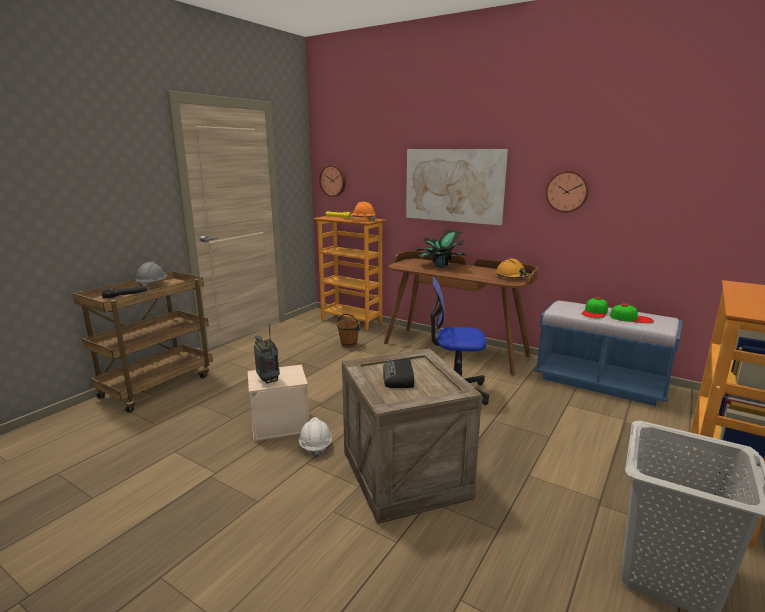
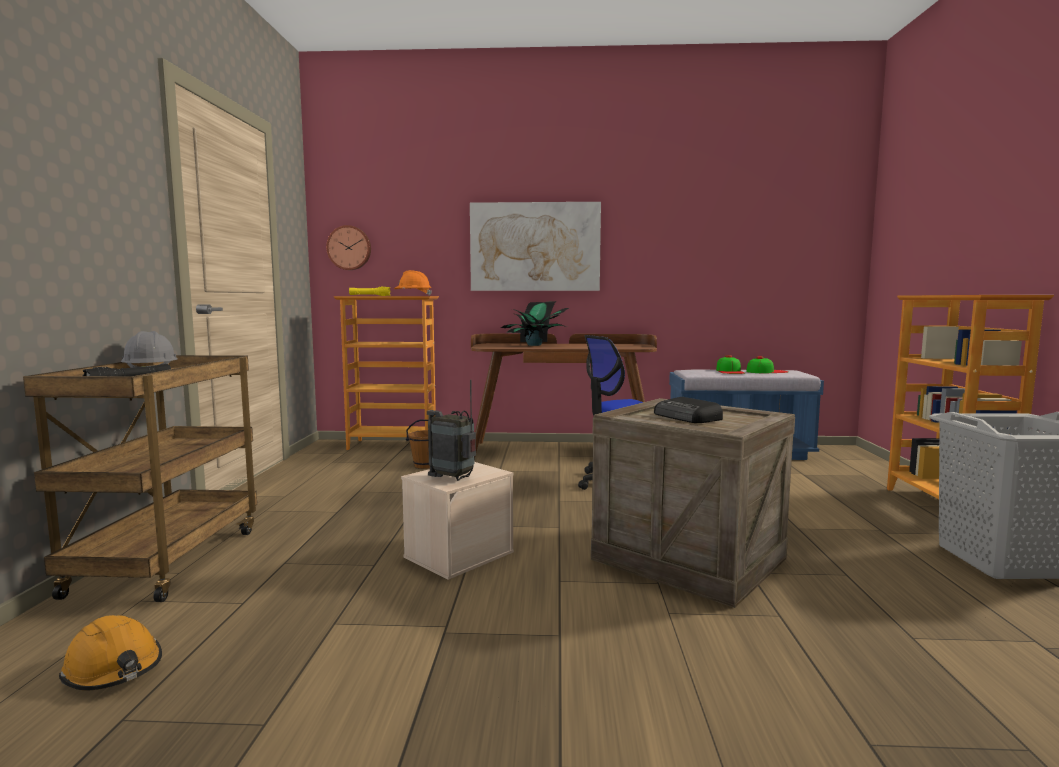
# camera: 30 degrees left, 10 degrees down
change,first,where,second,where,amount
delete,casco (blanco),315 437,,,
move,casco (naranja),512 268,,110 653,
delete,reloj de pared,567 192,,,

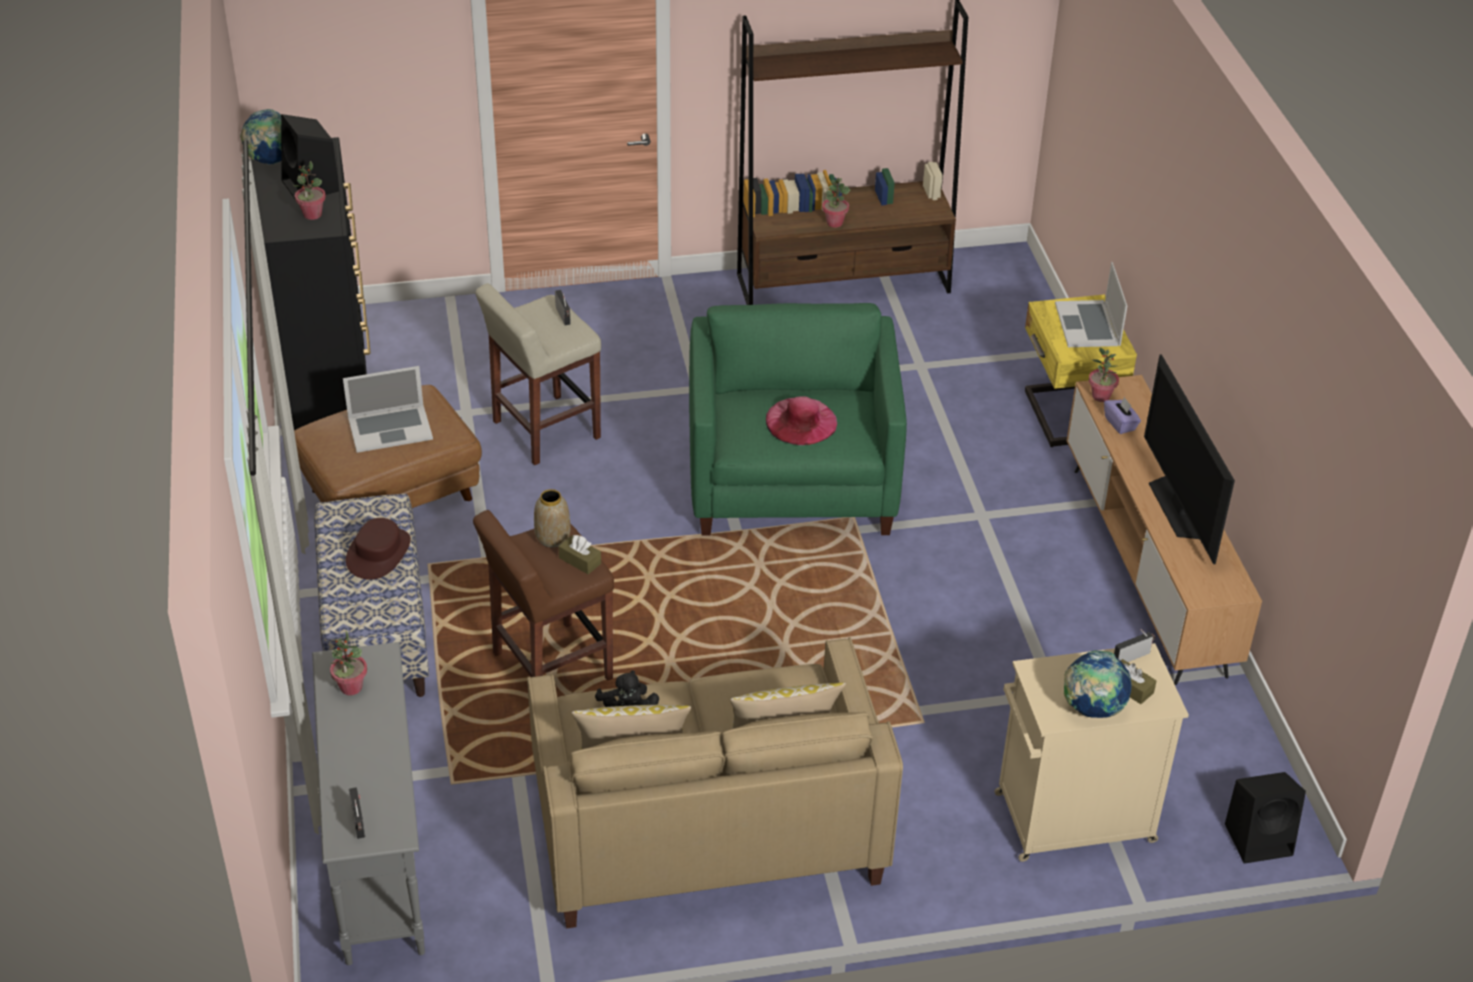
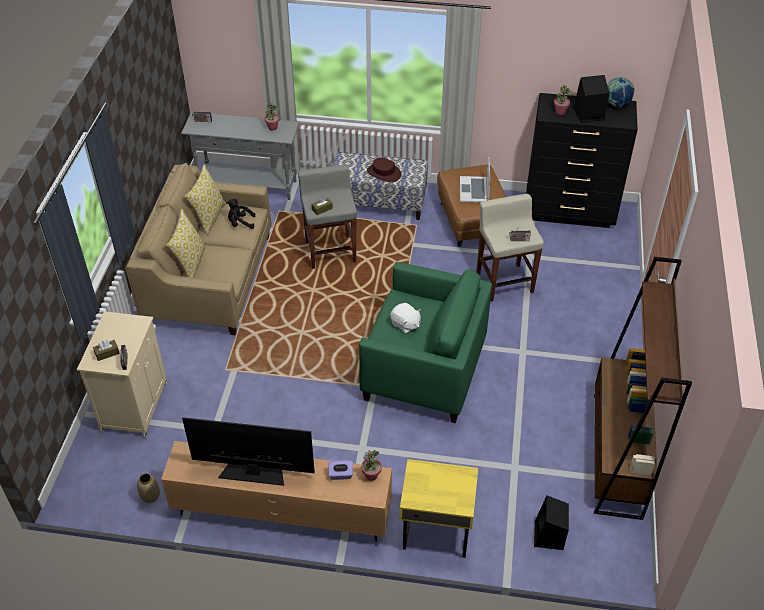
# camera: 110 degrees right, 5 degrees up
change,first,where,second,where,amount
recolor,taburete (marrón),543 595,taburete (gris),327 217,
move,florero,552 518,,148 488,
replace,sombrero (rosa),801 420,peluche (blanco),405 318,
delete,planta en maceta,836 203,,,
delete,portátil,1091 304,,,
delete,globo terráqueo,1097 684,,,
move,altavoz (negro),1265 818,,551 523,

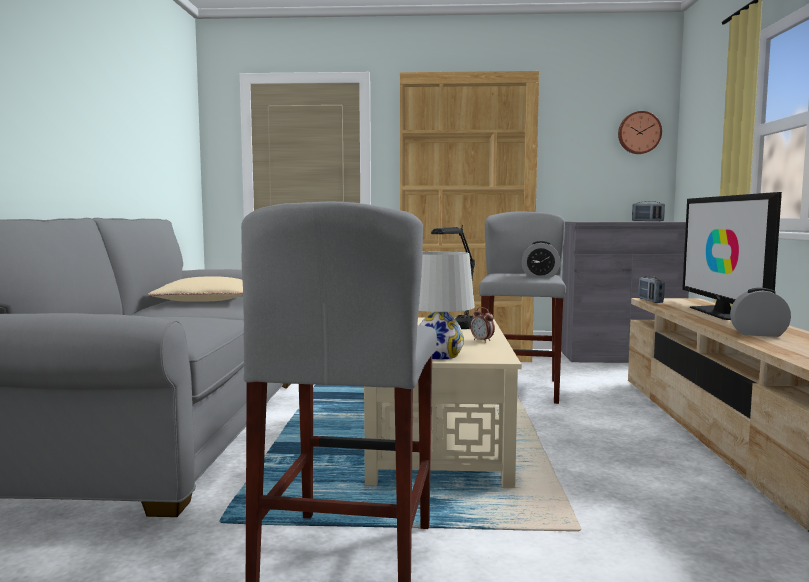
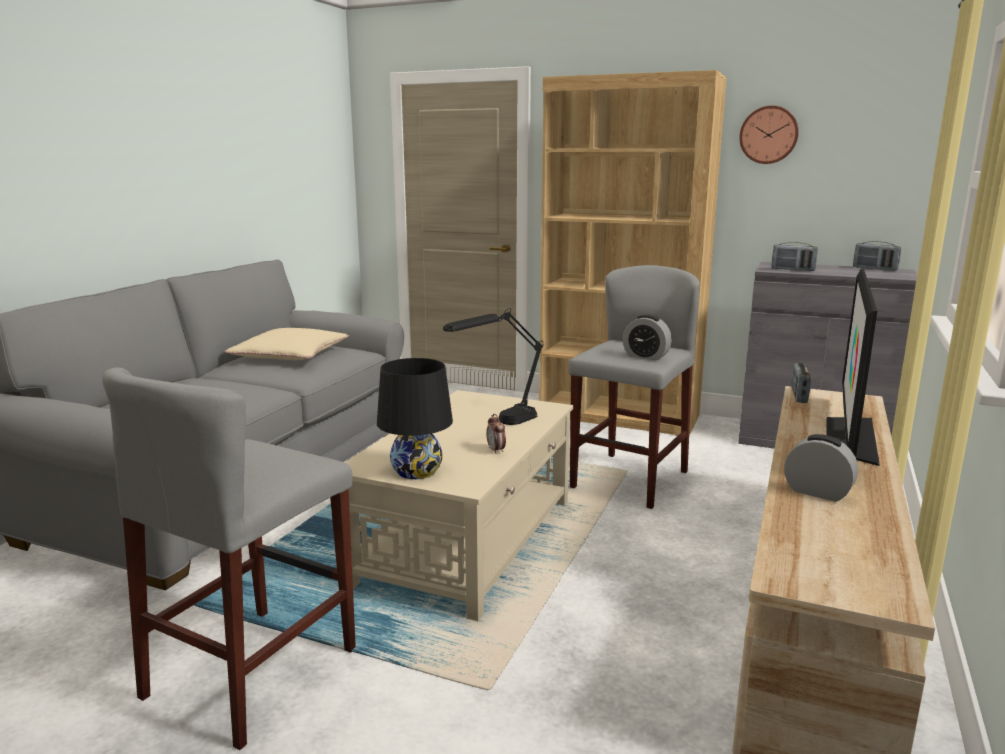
# camera: 20 degrees right, 10 degrees up
change,first,where,second,where,amount
recolor,lámpara de mesa (blanco),447 305,lámpara de mesa (negro),415 418,
move,reloj de pared,640 132,,769 135,
insert,,,radio,794 256,

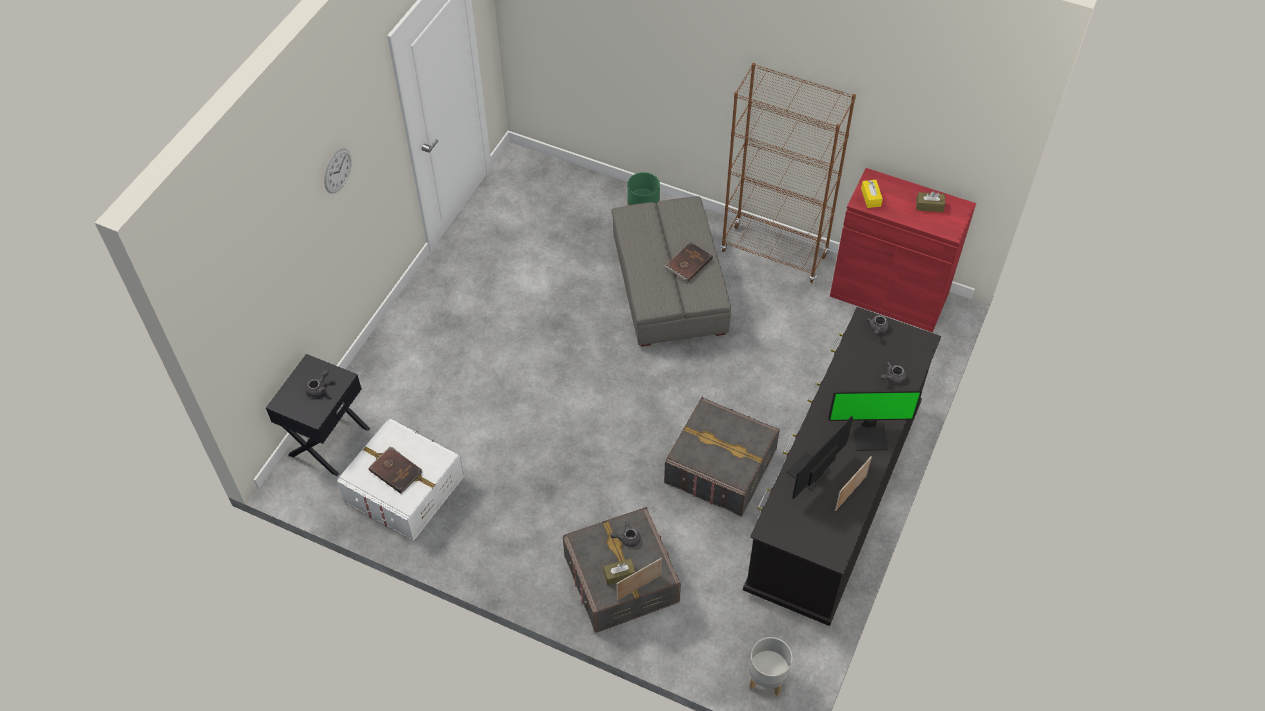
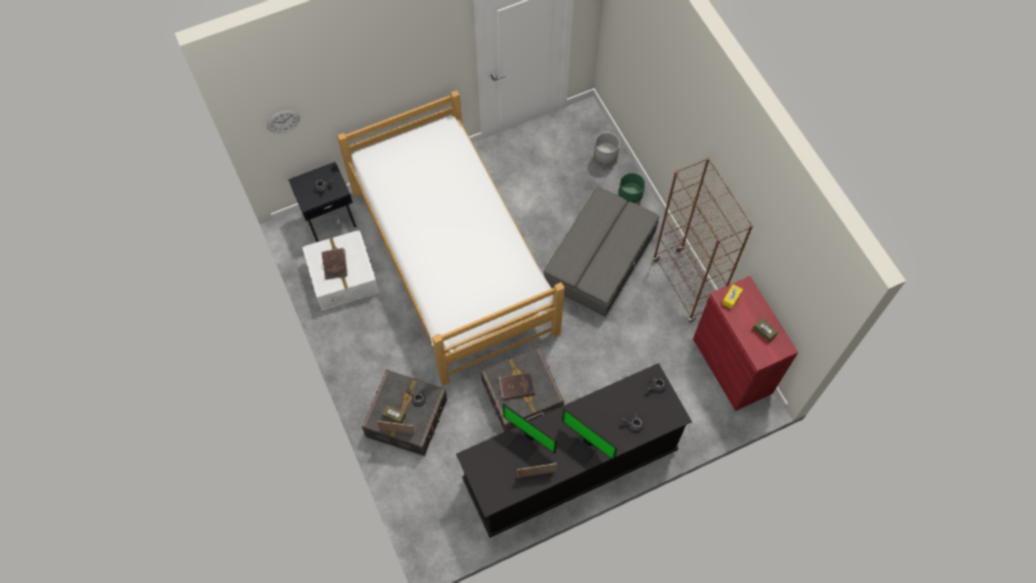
# camera: 40 degrees right, 10 degrees up
change,first,where,second,where,amount
move,reloj de pared,338 171,,283 121,
move,libro (marrón),688 262,,517 386,
move,maceta (gris),771 666,,606 151,
rotate,monitor,820 457,,530 432,135 degrees counterclockwise
insert,,,cama,451 238,

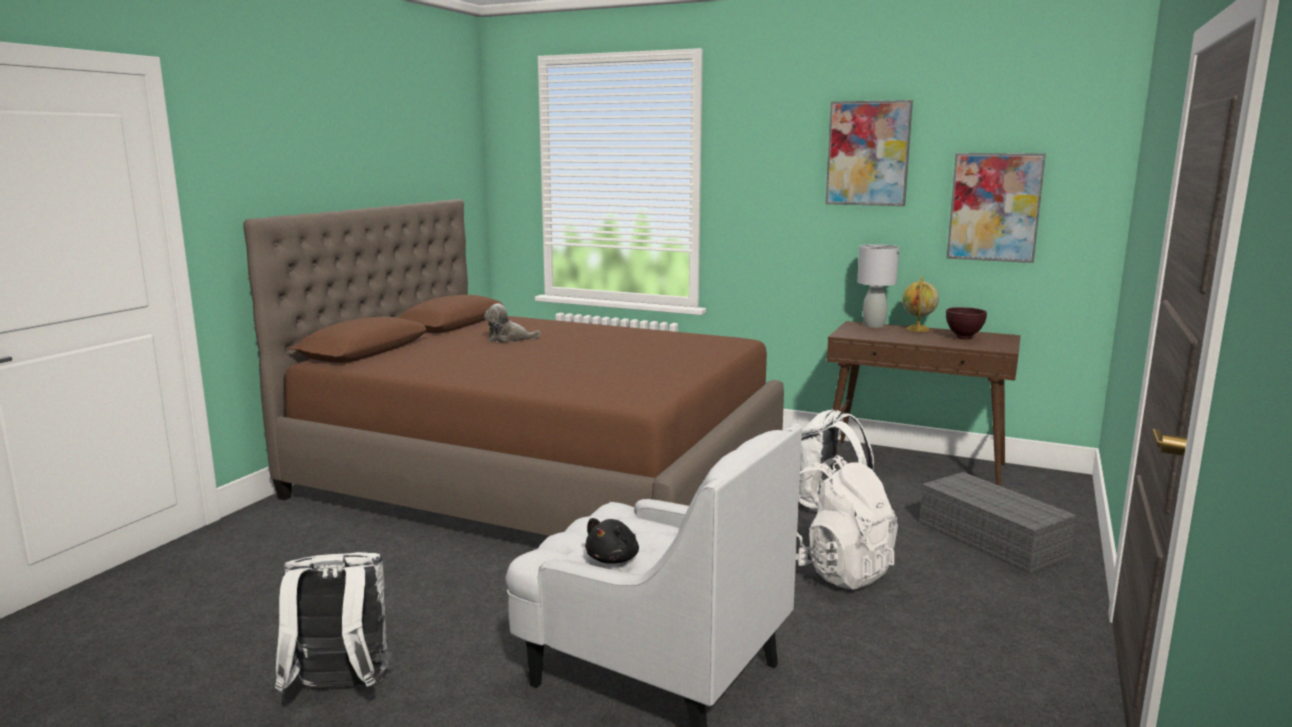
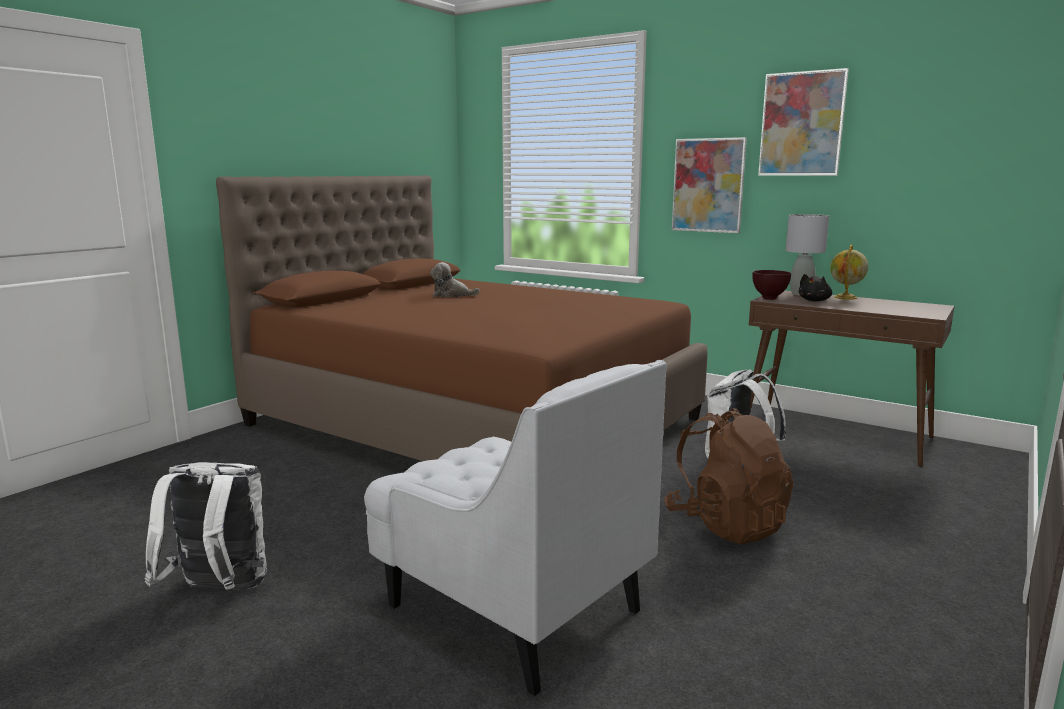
# camera: 10 degrees right, 0 degrees up
change,first,where,second,where,amount
move,peluche (negro),612 541,,815 287,
recolor,mochila (blanco),847 522,mochila (marrón),729 476,
delete,caja de almacenaje (gris),998 522,,,
move,cuenco (marrón),966 323,,771 285,
move,cuadro,996 208,,709 185,

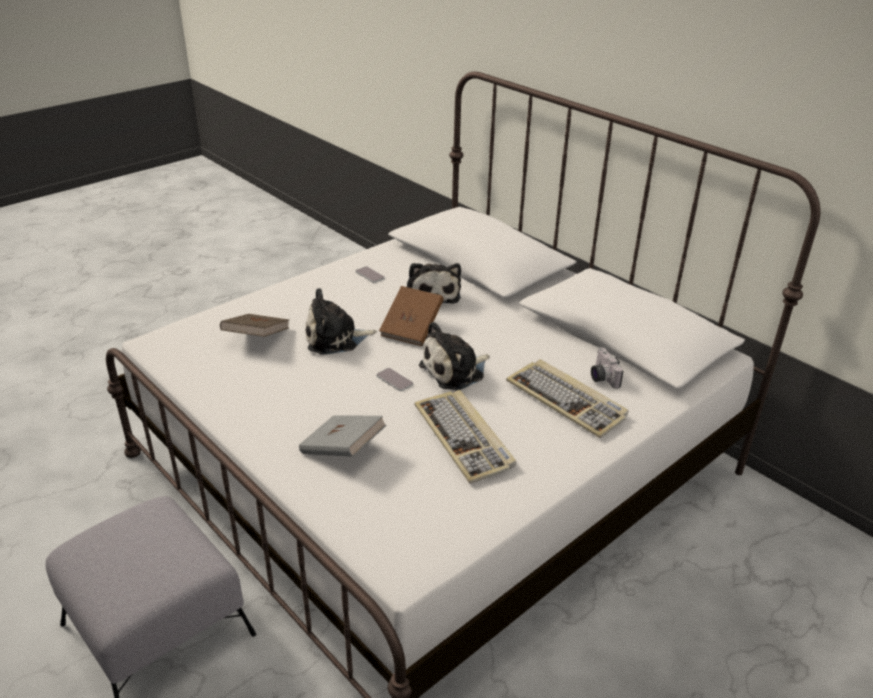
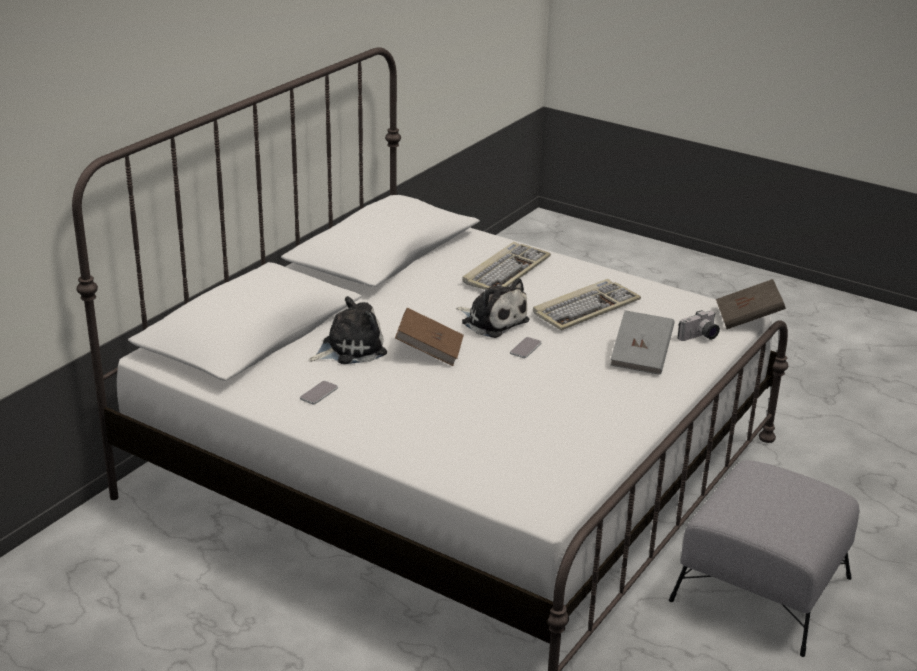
# camera: 105 degrees left, 5 degrees down
change,first,where,second,where,amount
move,libro (marrón),254 325,,751 304,
delete,peluche,341 321,,,
move,cámara,607 368,,699 325,

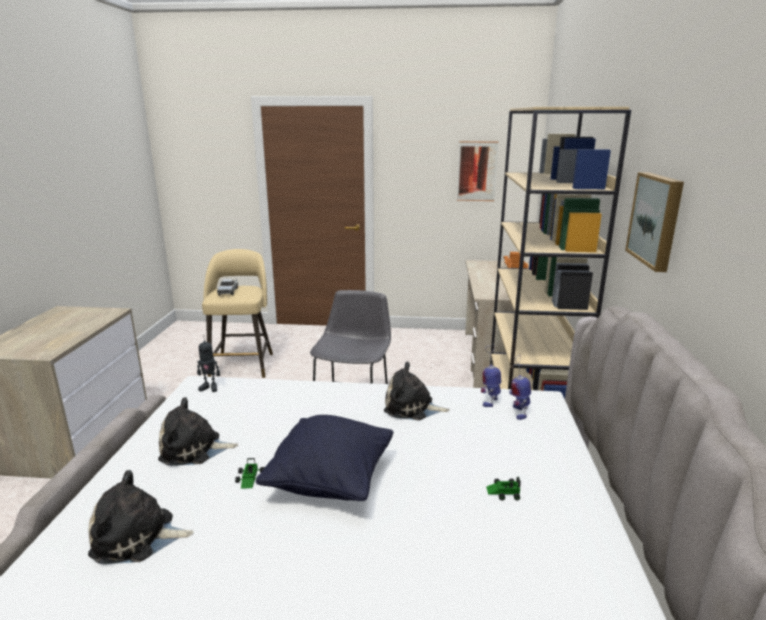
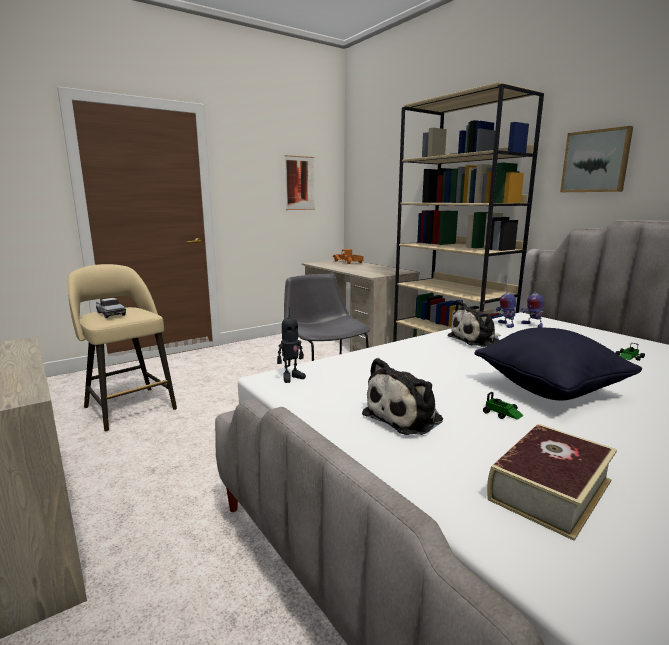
# camera: 40 degrees left, 5 degrees down
change,first,where,second,where,amount
replace,peluche,141 517,libro,552 482,

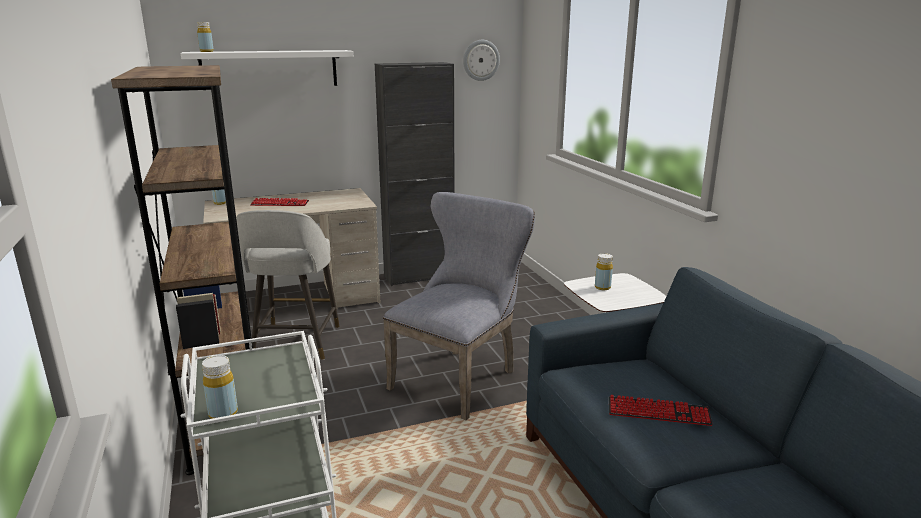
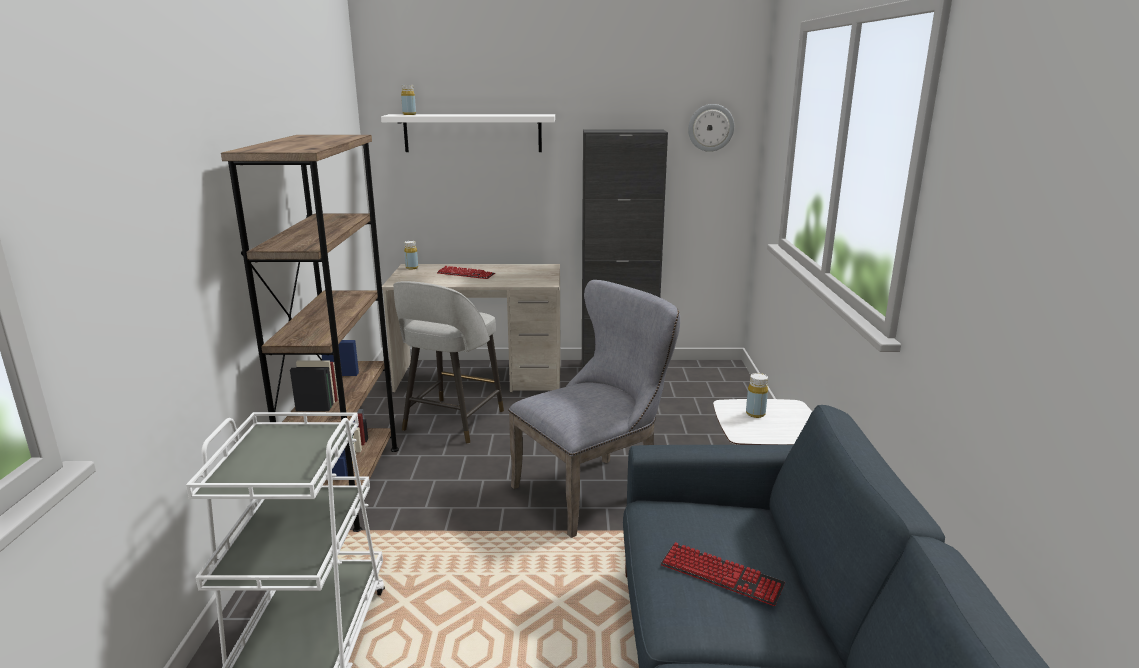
# camera: 20 degrees right, 0 degrees up
change,first,where,second,where,amount
delete,botella (amarillo),220 387,,,

